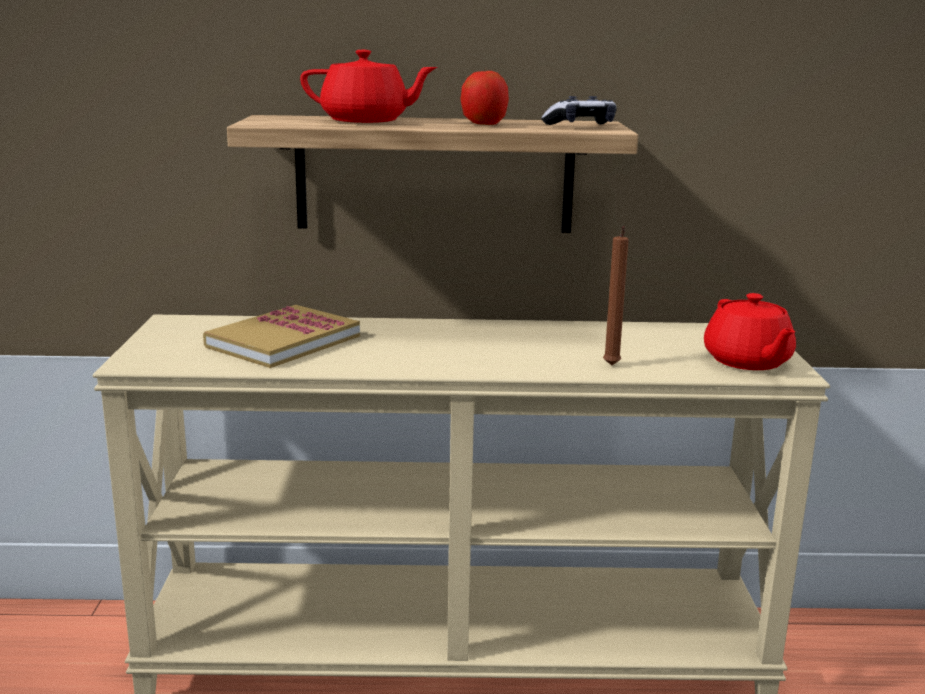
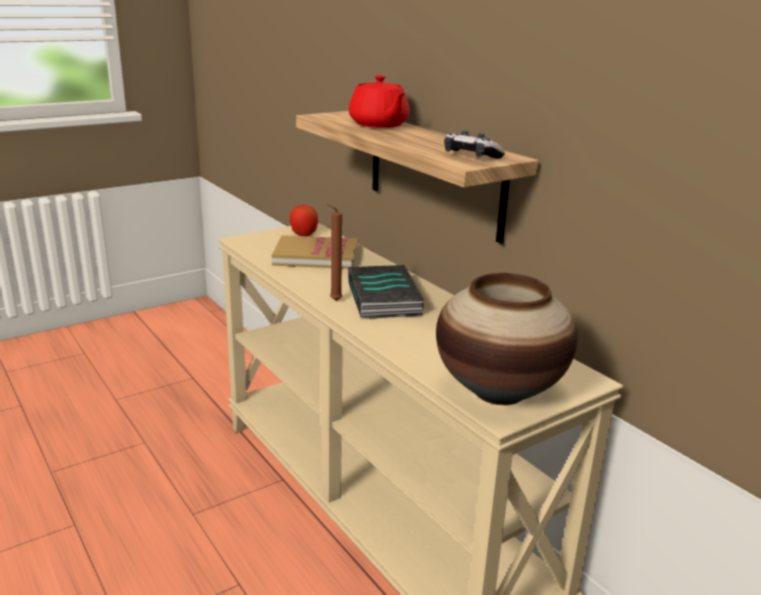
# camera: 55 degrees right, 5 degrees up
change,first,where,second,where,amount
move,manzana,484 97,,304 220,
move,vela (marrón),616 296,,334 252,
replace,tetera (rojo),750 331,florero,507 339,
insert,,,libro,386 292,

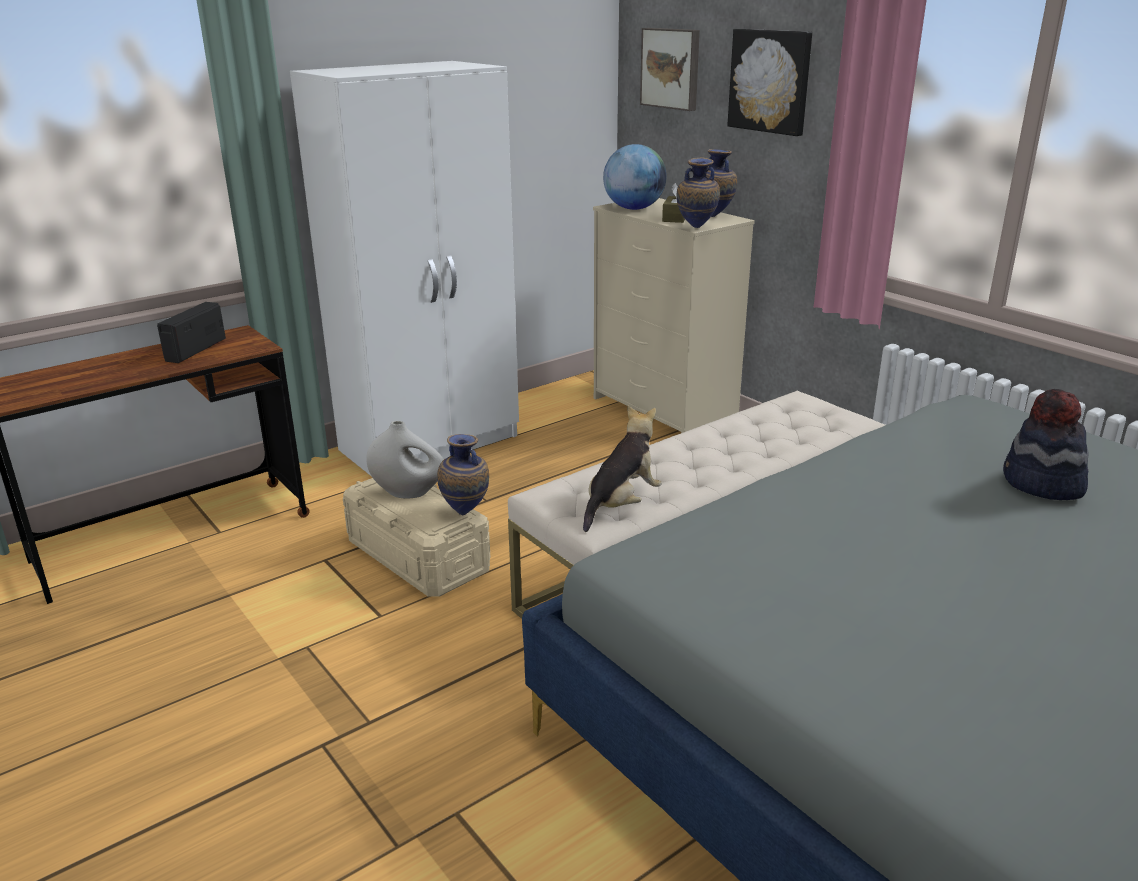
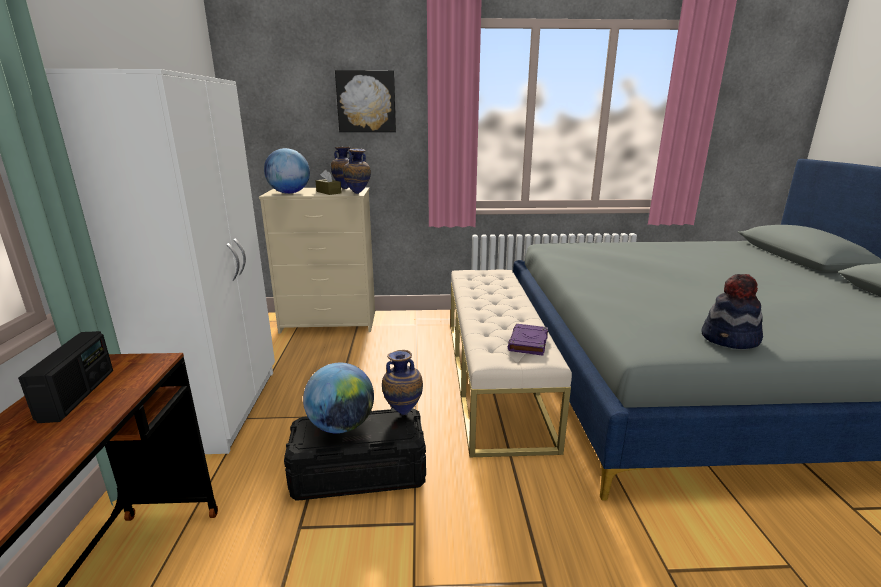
# camera: 55 degrees left, 5 degrees down
change,first,where,second,where,amount
rotate,radio,191 332,,65 377,150 degrees counterclockwise
recolor,caja de almacenaje (beis),416 537,caja de almacenaje (negro),355 454,
replace,florero (blanco),405 459,globo terráqueo,338 398,
replace,peluche,622 468,libro (morado),528 340,
delete,cuadro,670 69,,,
move,sombrero,1045 444,,732 311,

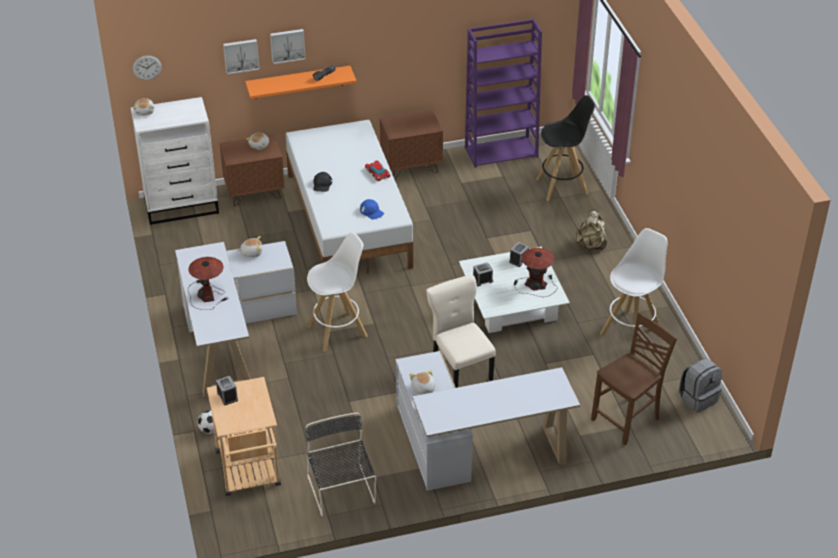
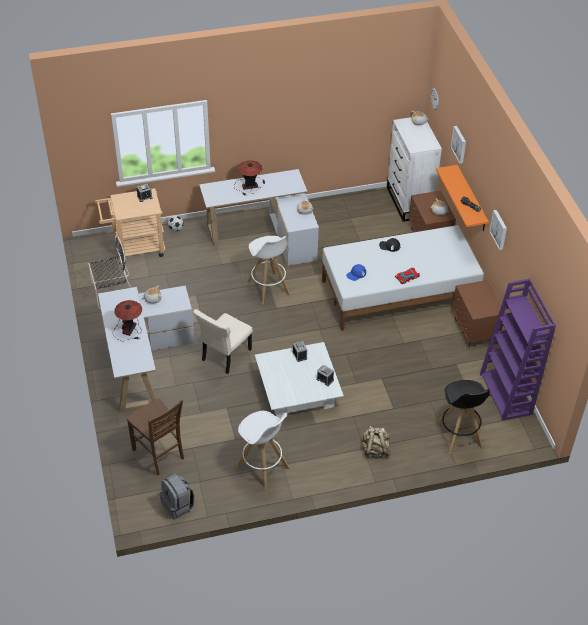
# camera: 90 degrees right, 5 degrees up
change,first,where,second,where,amount
move,cuadro,287 46,,498 230,
rotate,silla (beis),461 331,,223 341,150 degrees clockwise
move,lámpara de mesa,536 272,,127 321,

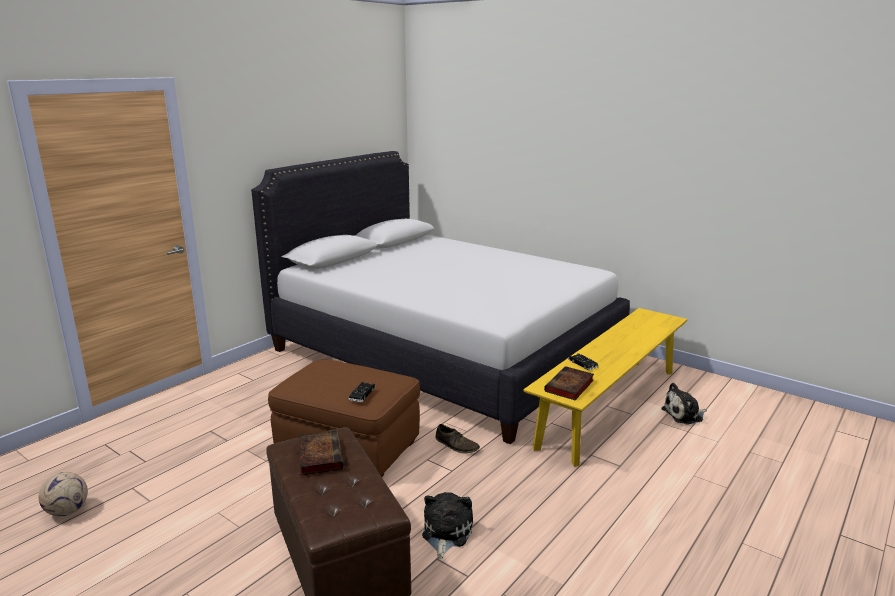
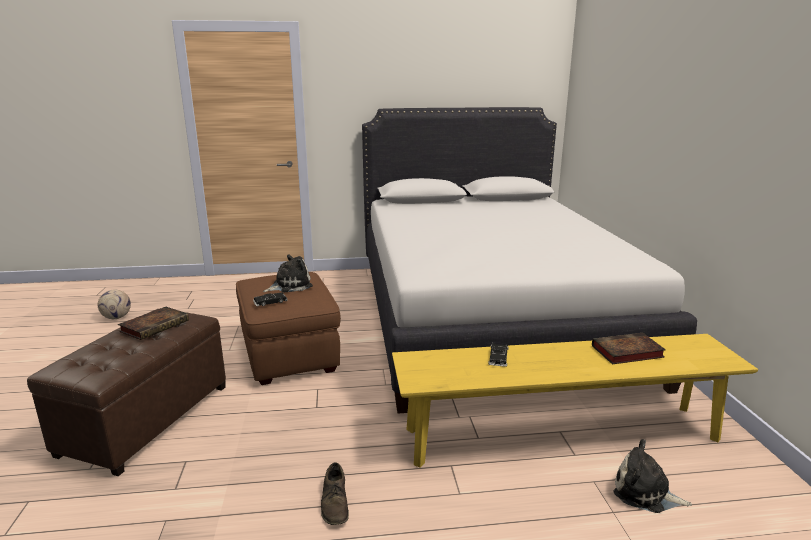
# camera: 45 degrees right, 0 degrees up
change,first,where,second,where,amount
move,peluche,447 525,,288 273,
move,zapato (marrón),458 438,,335 493,
move,libro,569 383,,629 349,

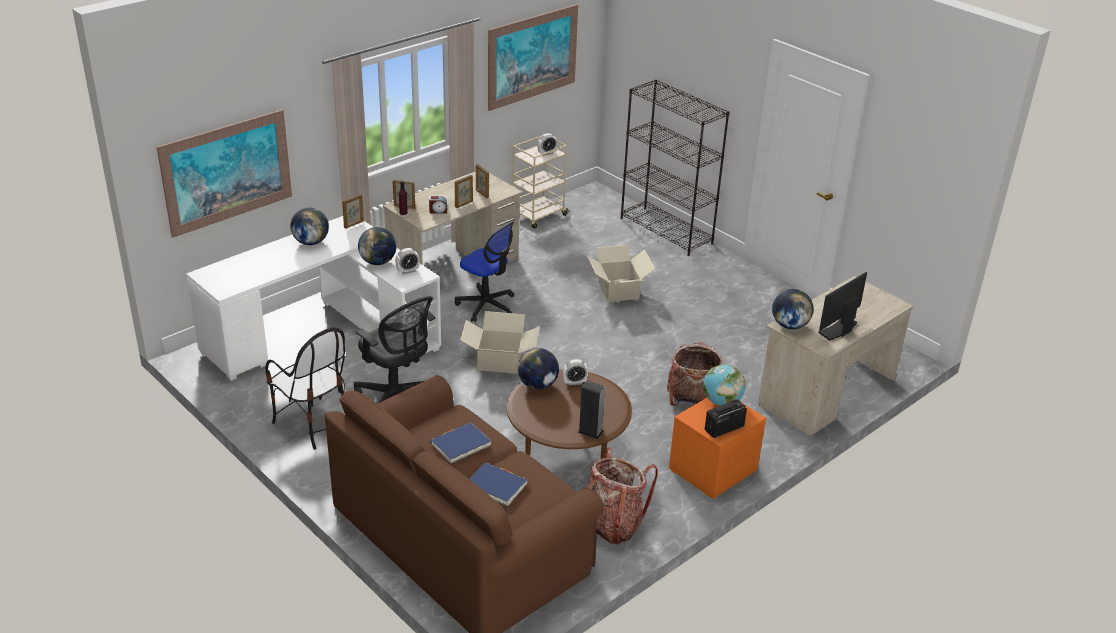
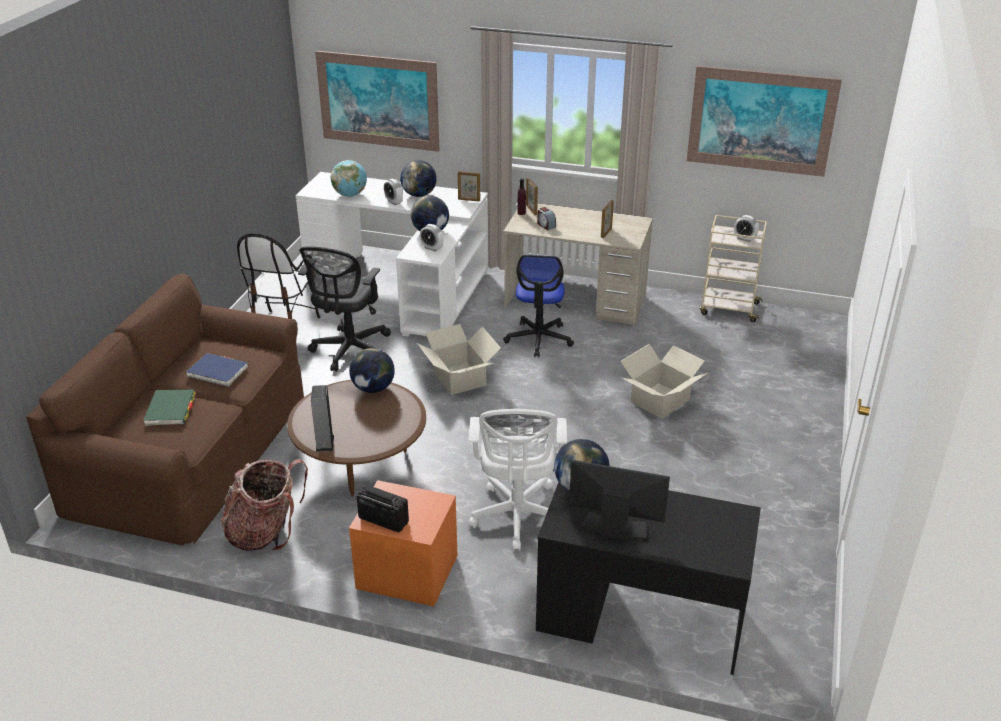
# camera: 60 degrees right, 0 degrees up
change,first,where,second,where,amount
delete,portarretratos,464 191,,,
recolor,libro (azul),498 484,libro (verde),169 408,
move,despertador,575 372,,393 192,
delete,estantería (negro),675 167,,,
replace,mochila,694 373,silla de oficina (blanco),517 480,
move,globo terráqueo,724 385,,349 178,
recolor,escritorio (beis),836 356,escritorio (negro),648 578,

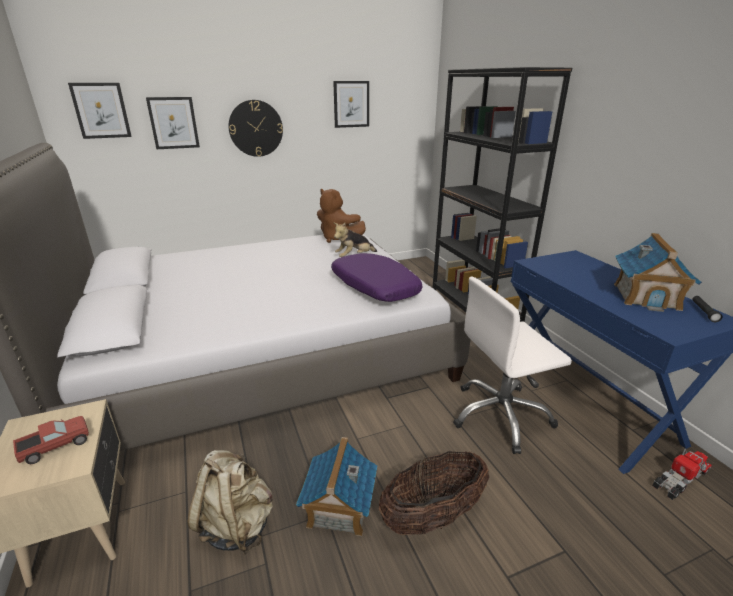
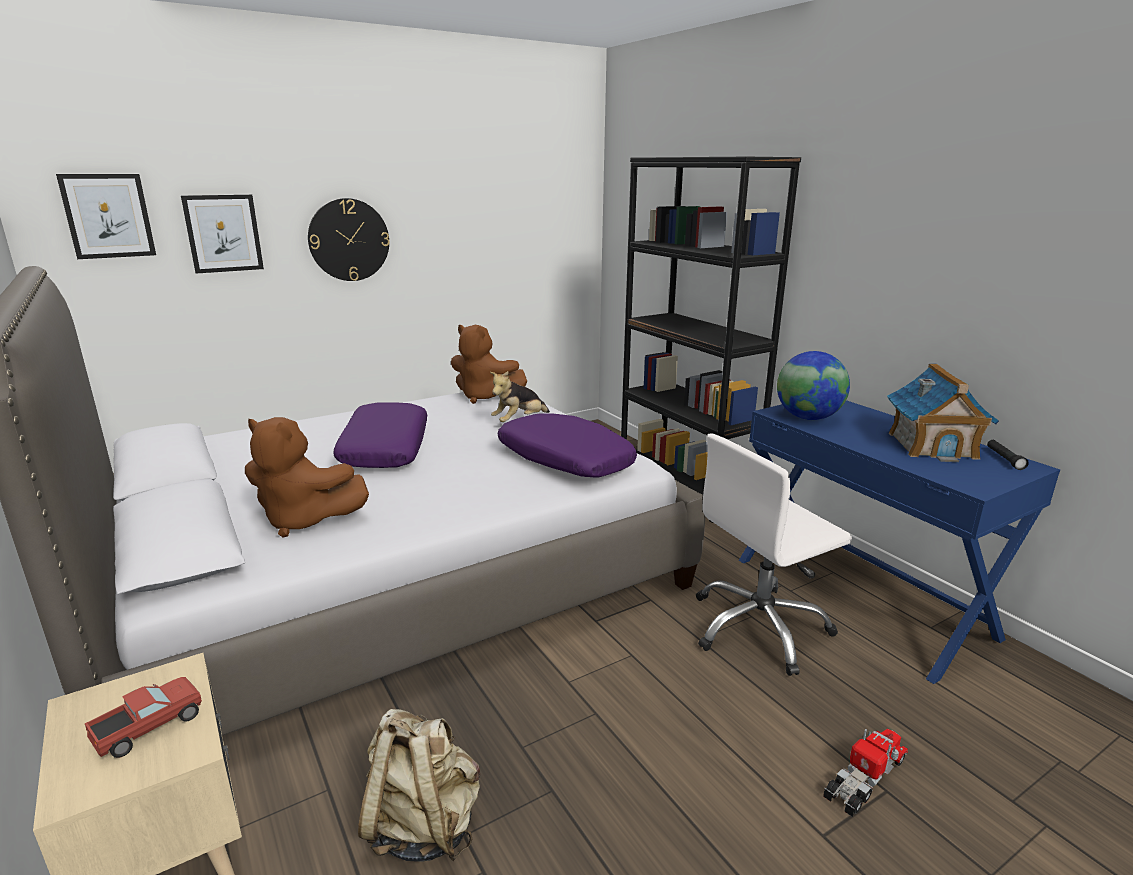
# camera: 10 degrees left, 5 degrees down
change,first,where,second,where,amount
delete,casita,337 486,,,
delete,cuadro,351 104,,,
delete,cesta,434 493,,,
move,camión de juguete,682 474,,865 773,
insert,,,peluche (marrón),307 477,
insert,,,cojín (morado),380 435,
insert,,,globo terráqueo,813 385,

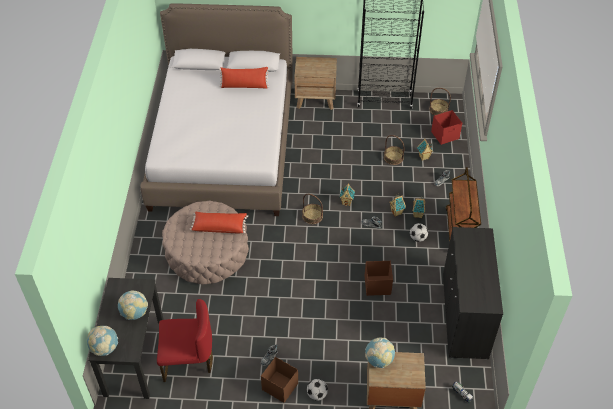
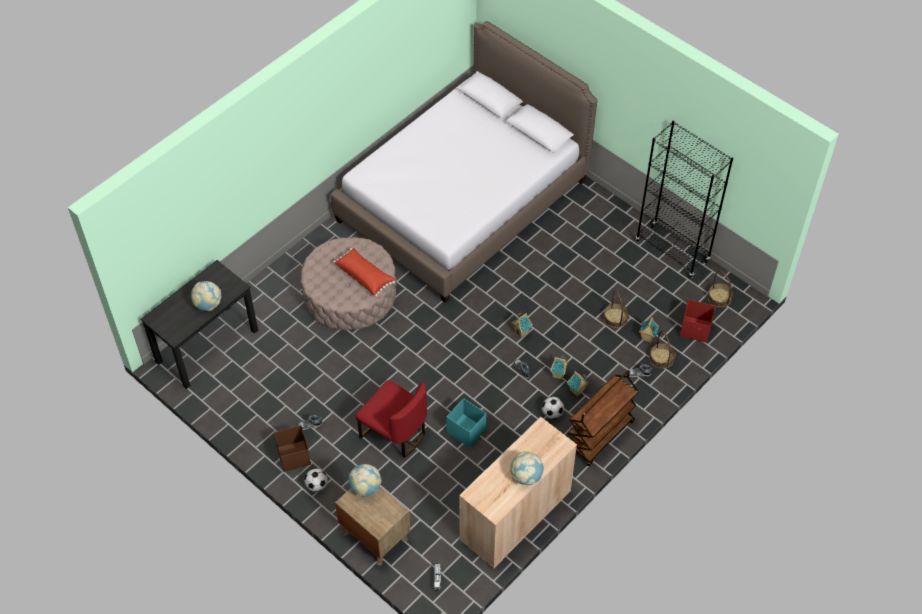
# camera: 40 degrees right, 5 degrees up
change,first,where,second,where,amount
move,globo terráqueo,102 341,,527 468,
move,silla (rojo),185 340,,391 419,
delete,cojín (rojo),244 78,,,
delete,mesita de noche (marrón),316 83,,,
move,cesta,312 209,,662 350,
recolor,caja de almacenaje (marrón),379 278,caja de almacenaje (turquesa),466 422,
recolor,armario (negro),473 293,armario (beis),518 493,

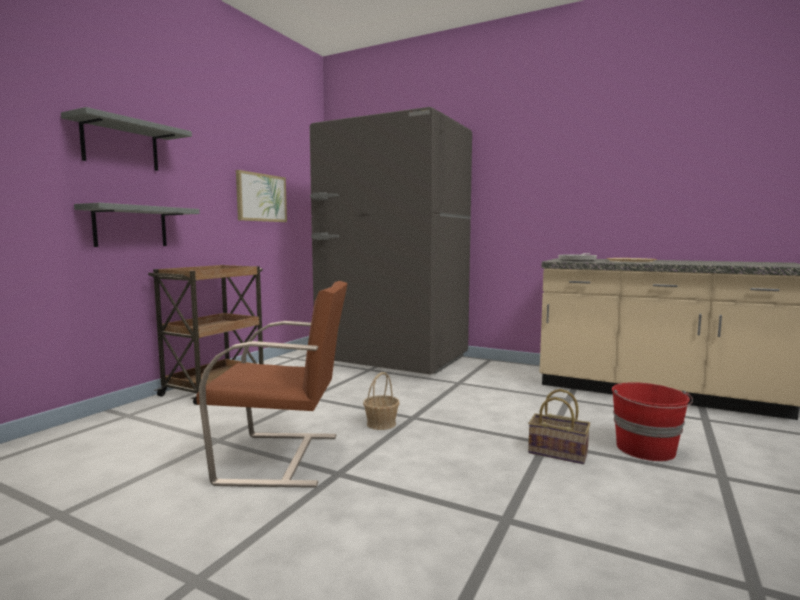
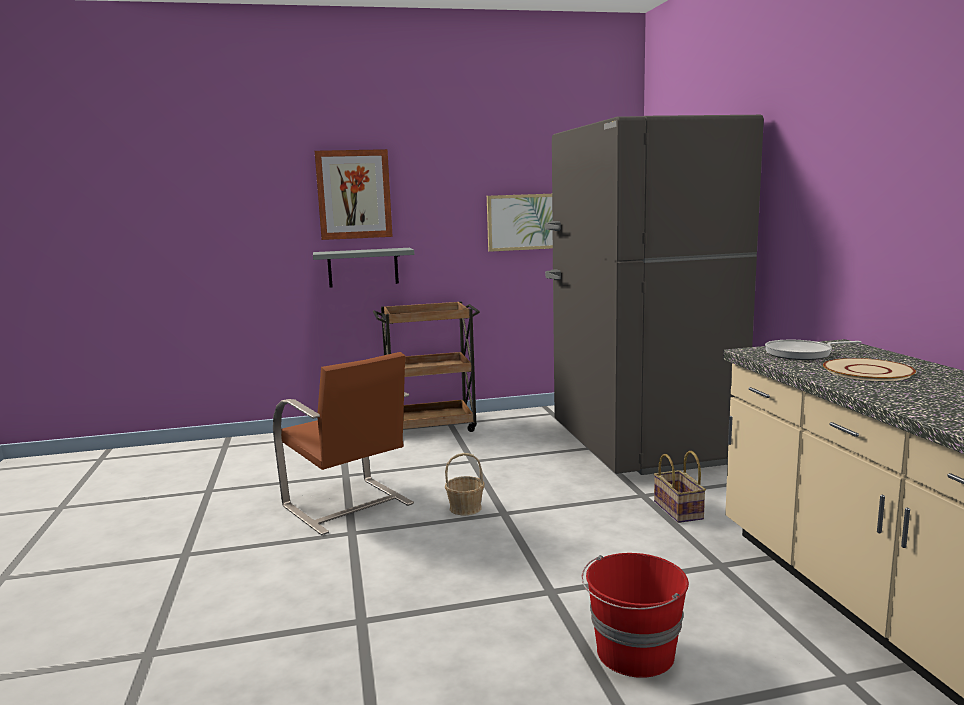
# camera: 50 degrees right, 5 degrees up
change,first,where,second,where,amount
replace,estante (gris),126 139,cuadro,354 194,
move,cesta,559 426,,680 487,

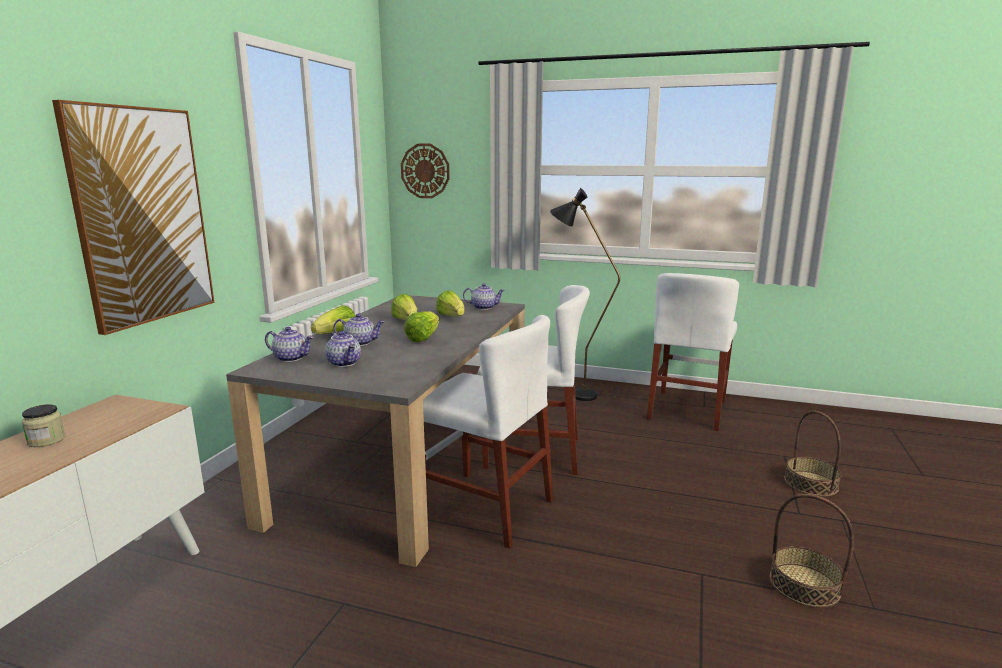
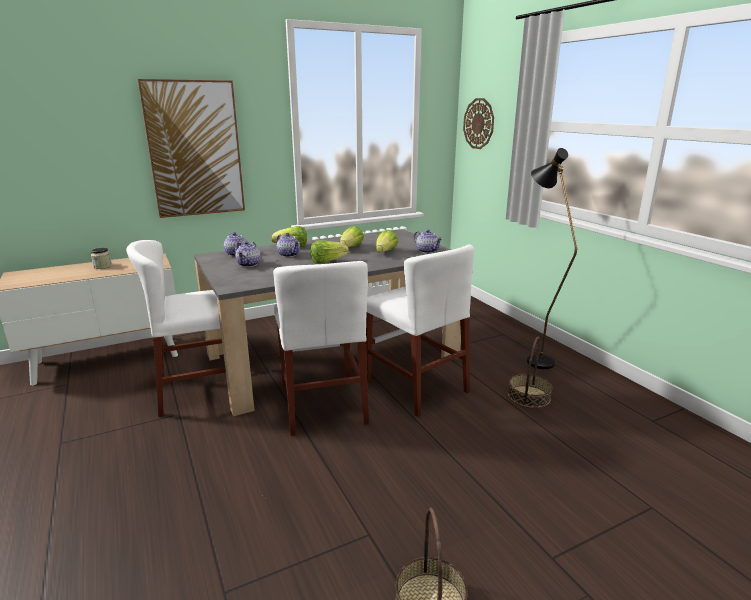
# camera: 45 degrees right, 5 degrees up
change,first,where,second,where,amount
move,silla (blanco),693 352,,176 328,
move,cesta,813 454,,530 372,

